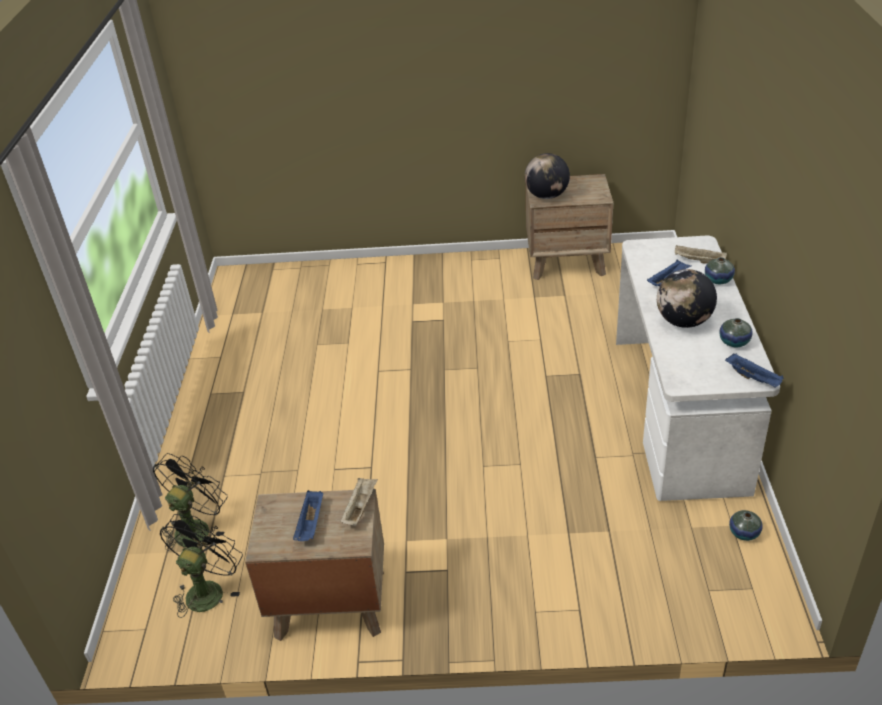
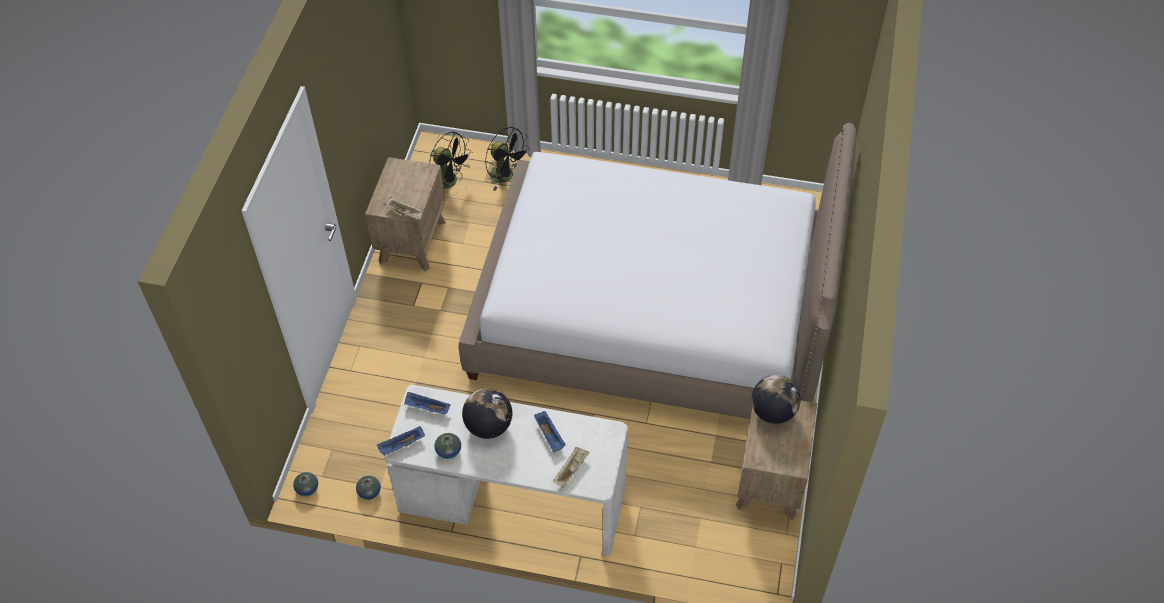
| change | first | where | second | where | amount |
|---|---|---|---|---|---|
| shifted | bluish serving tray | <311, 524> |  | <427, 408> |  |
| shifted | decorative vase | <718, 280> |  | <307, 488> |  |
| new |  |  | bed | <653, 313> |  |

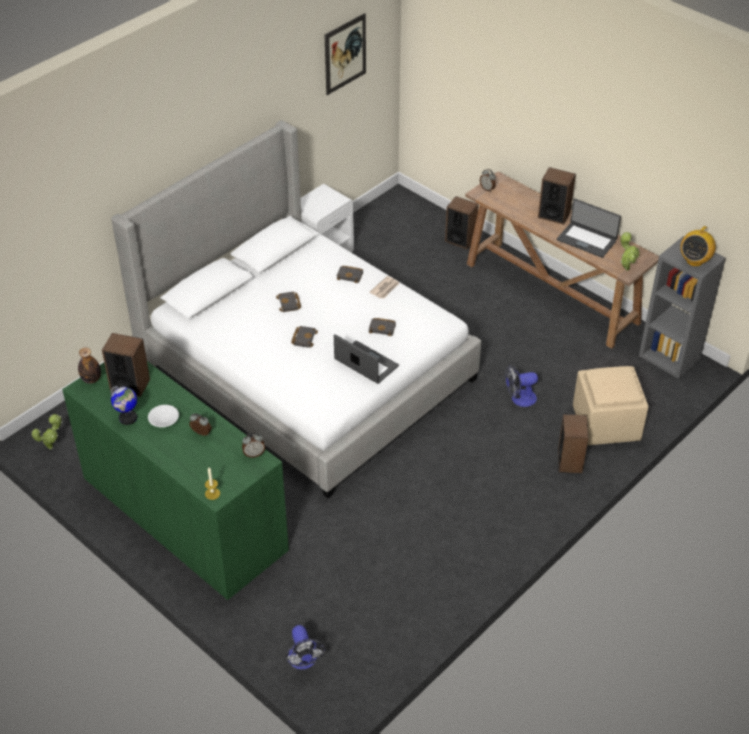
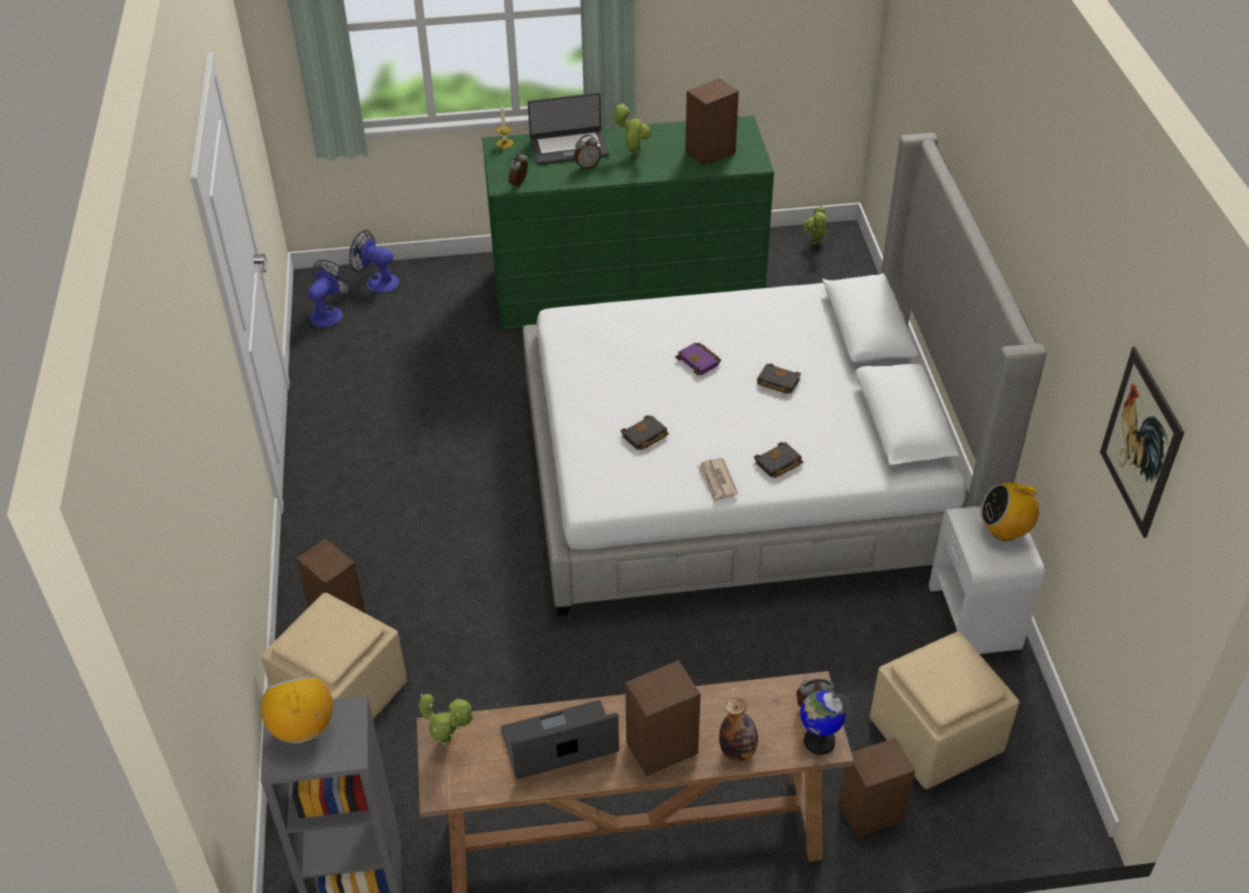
| change | first | where | second | where | amount |
|---|---|---|---|---|---|
| shifted | bottle | <91, 379> |  | <738, 752> |  |
| shifted | globe | <128, 418> |  | <818, 741> |  |
| swapped | white-coloured bowl | <164, 420> | houseplant | <633, 153> |  |
| repainted | black volume | <303, 338> | purplish volume | <700, 361> |  |
| shifted | portable computer | <365, 363> |  | <569, 147> |  |
| shifted | fan | <519, 399> |  | <329, 313> |  |
| new |  |  | beige-coloured ottoman | <934, 735> |  |
| new |  |  | radio | <1005, 531> |  |

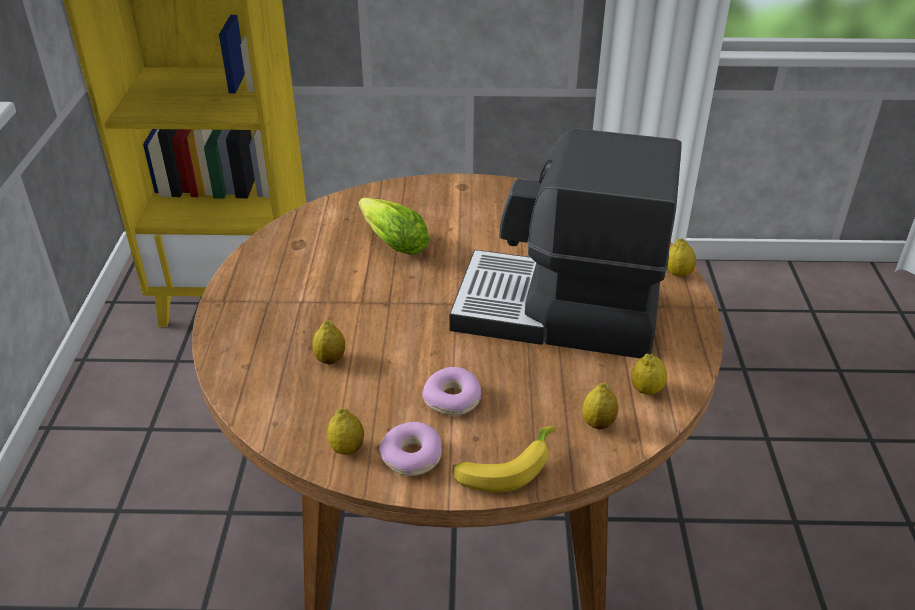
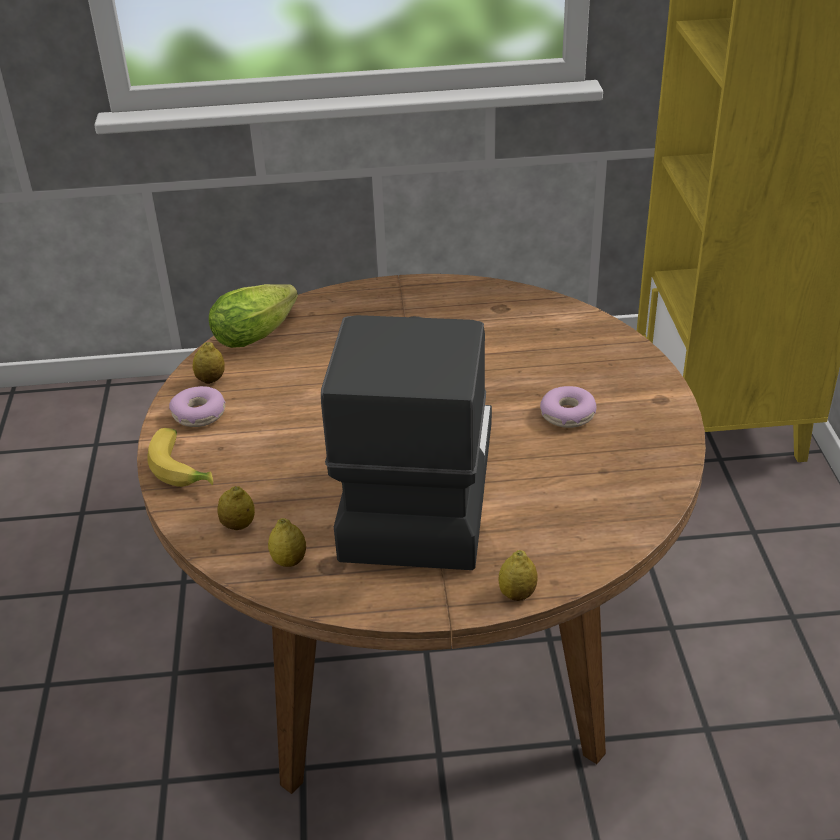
| change | first | where | second | where | amount |
|---|---|---|---|---|---|
| gone | lemon | <330, 359> |  |  |  |
| shifted | head of lettuce | <391, 241> |  | <259, 331> |  |
| shifted | ring doughnut | <453, 399> |  | <567, 415> |  |

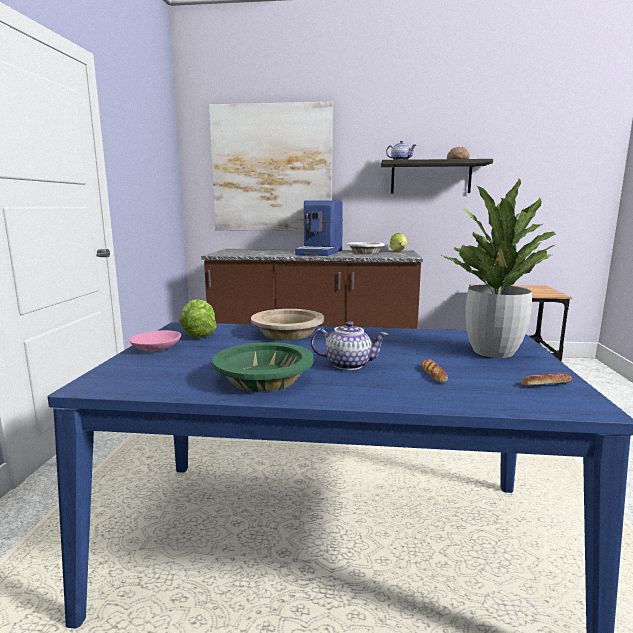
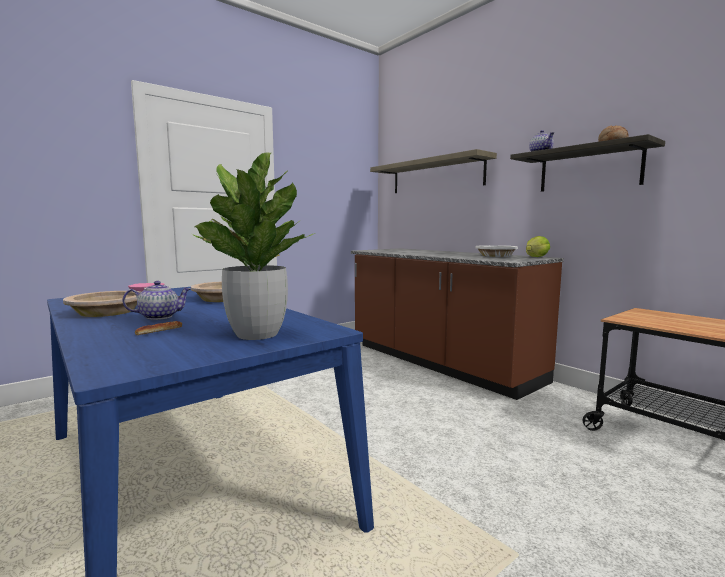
| change | first | where | second | where | amount |
|---|---|---|---|---|---|
| gone | head of lettuce | <198, 334> |  |  |  |
| swapped | picture | <272, 169> | bracket shelf | <436, 176> |  |
| repainted | greenish bowl | <264, 378> | beige-coloured bowl | <107, 312> |  |
| gone | coffee maker | <320, 252> |  |  |  |
| rotated | pot for tea | <348, 364> |  | <160, 317> | 75 degrees counterclockwise |
| gone | baked bread | <546, 384> |  |  |  |

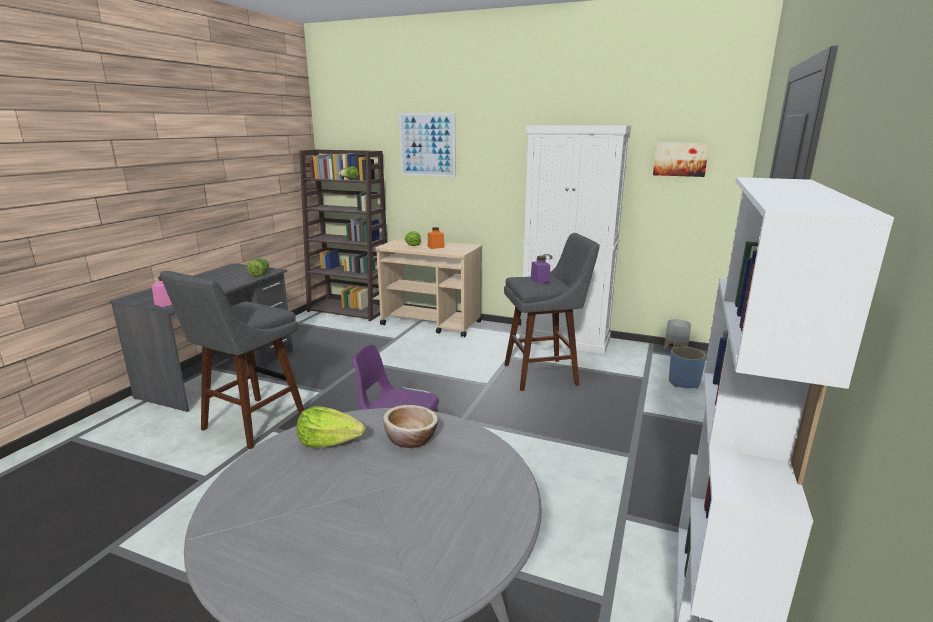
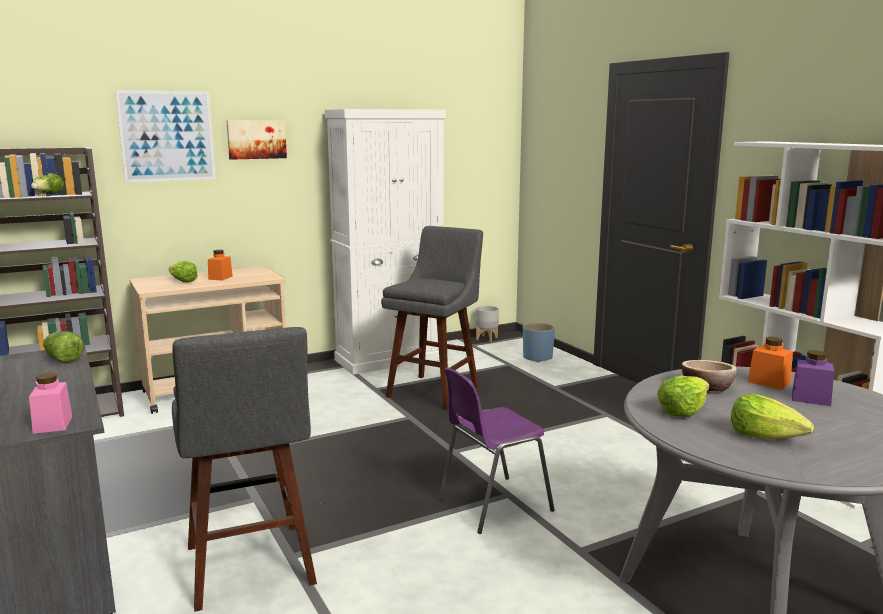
| change | first | where | second | where | amount |
|---|---|---|---|---|---|
| shifted | purplish jar | <540, 280> |  | <810, 398> |  |
| shifted | picture | <680, 159> |  | <256, 139> |  |
| new |  |  | head of lettuce | <765, 437> |  |
| new |  |  | orangey jar | <769, 382> |  |

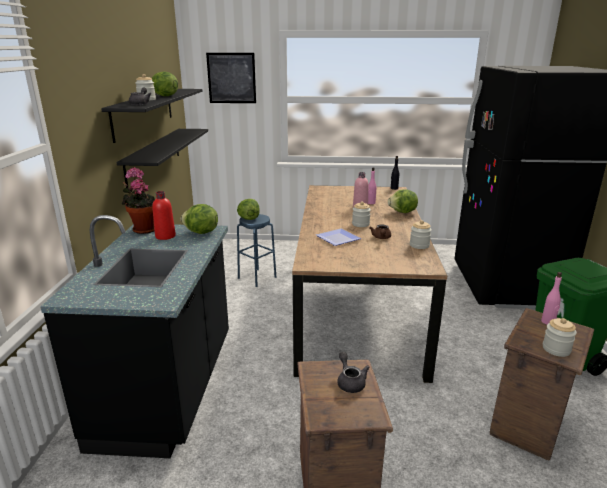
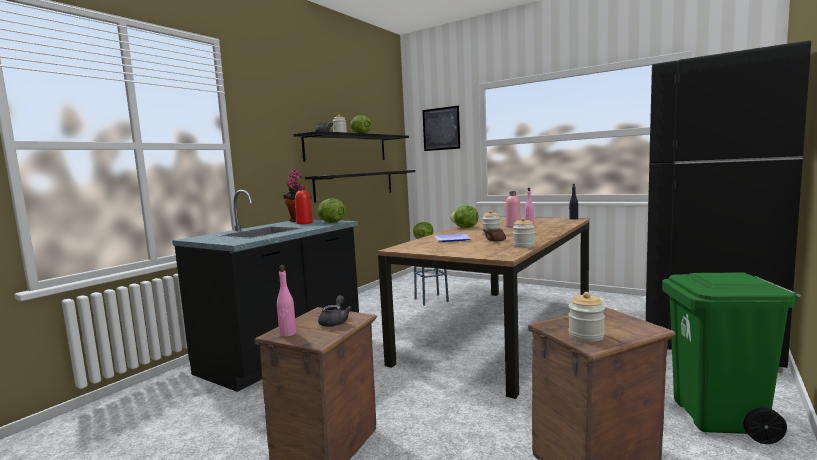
| change | first | where | second | where | amount |
|---|---|---|---|---|---|
| shifted | head of lettuce | <403, 212> |  | <465, 227> |  |
| shifted | pink-coloured bottle | <548, 322> |  | <287, 334> |  |

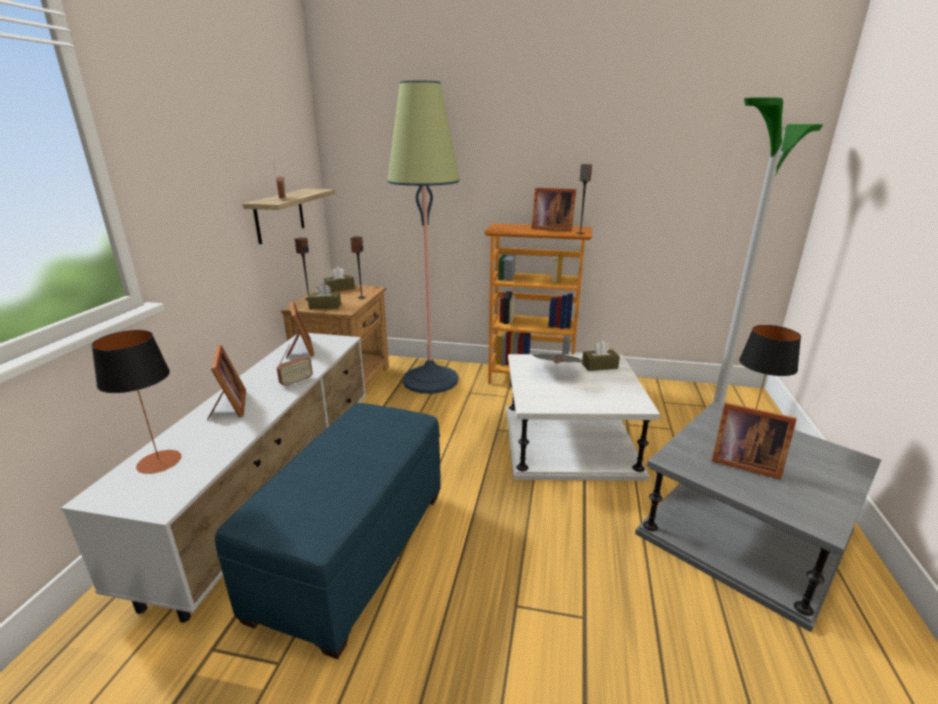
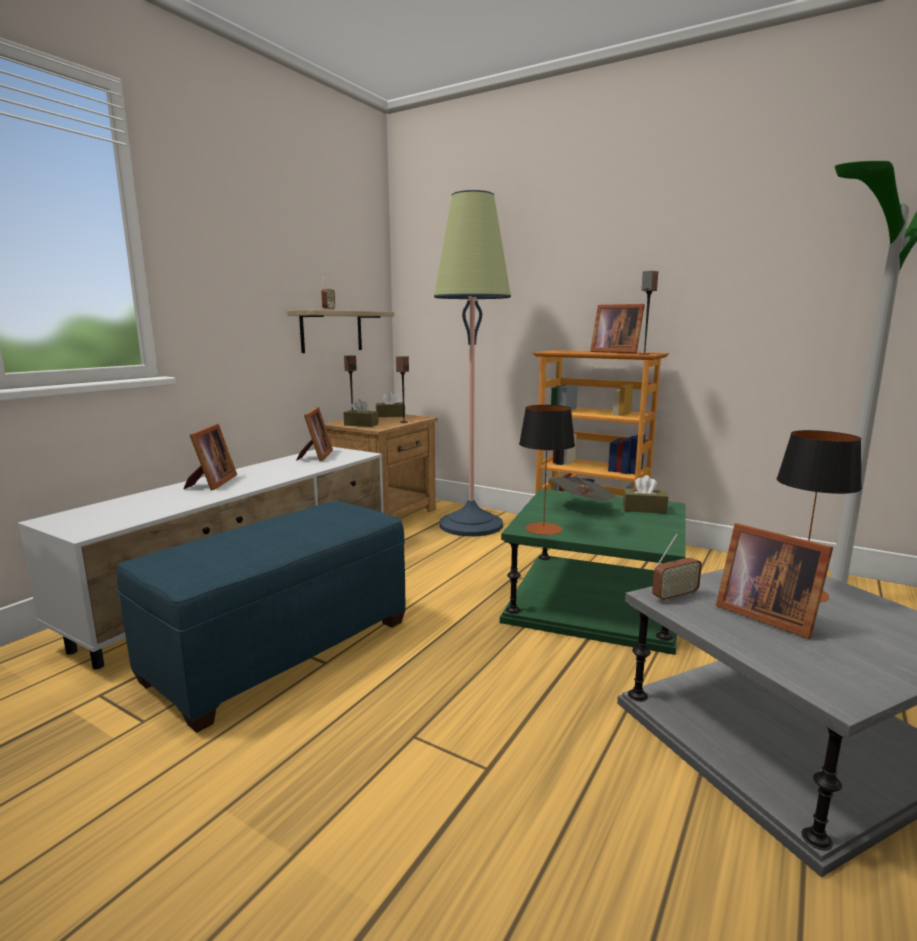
| change | first | where | second | where | amount |
|---|---|---|---|---|---|
| shifted | lamp for a table | <159, 461> |  | <543, 529> |  |
| shifted | radio | <296, 382> |  | <674, 596> |  |
| repainted | white-coloured side table | <569, 442> | greenish side table | <594, 600> |  |

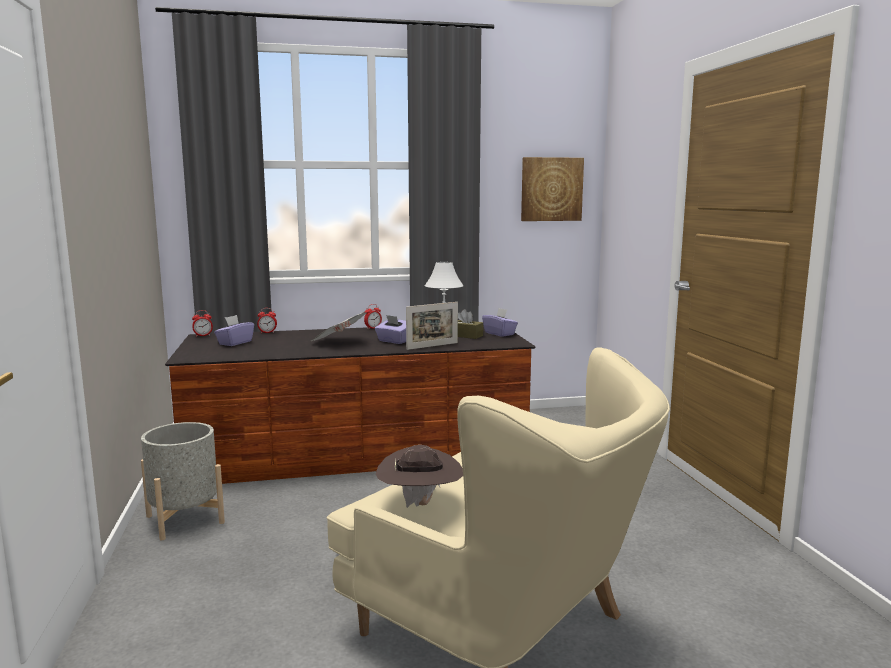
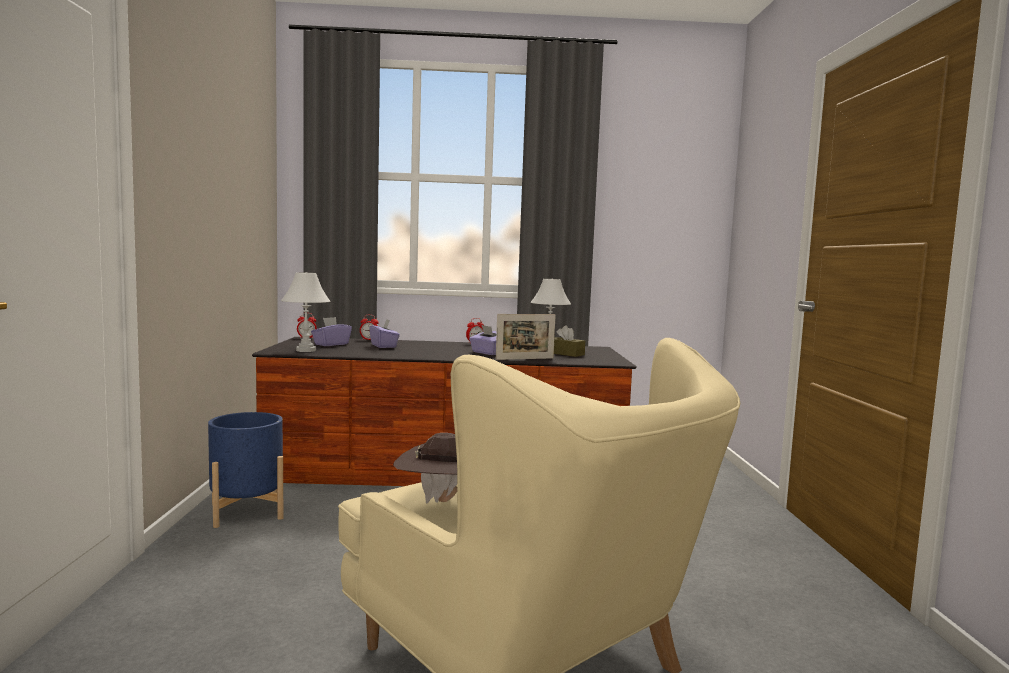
| change | first | where | second | where | amount |
|---|---|---|---|---|---|
| repainted | greyish plant pot | <185, 519> | bluish plant pot | <247, 511> |  |
| gone | newspaper | <338, 342> |  |  |  |
| shifted | purplish box of tissues | <499, 334> |  | <384, 346> |  |
| gone | picture | <551, 189> |  |  |  |
| new |  |  | white-coloured lamp for a table | <306, 350> |  |

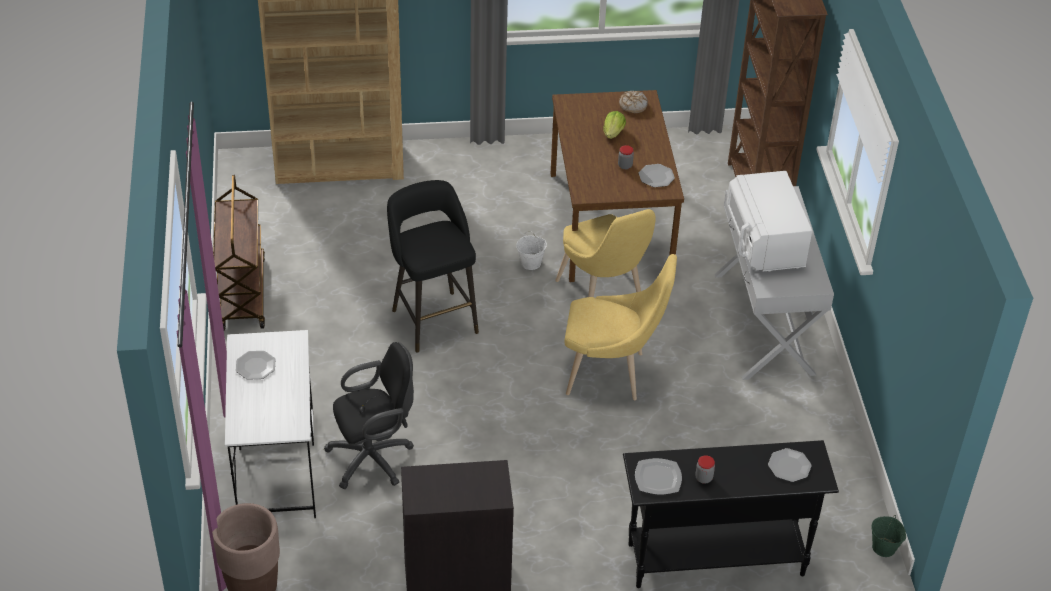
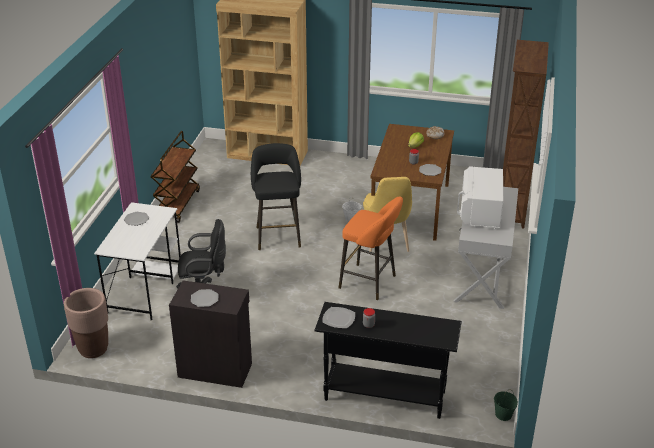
| change | first | where | second | where | amount |
|---|---|---|---|---|---|
| swapped | yellowish plain chair | <611, 374> | orangey sitting stool | <370, 283> |  |
| shifted | dinner plate | <789, 466> |  | <204, 299> |  |

